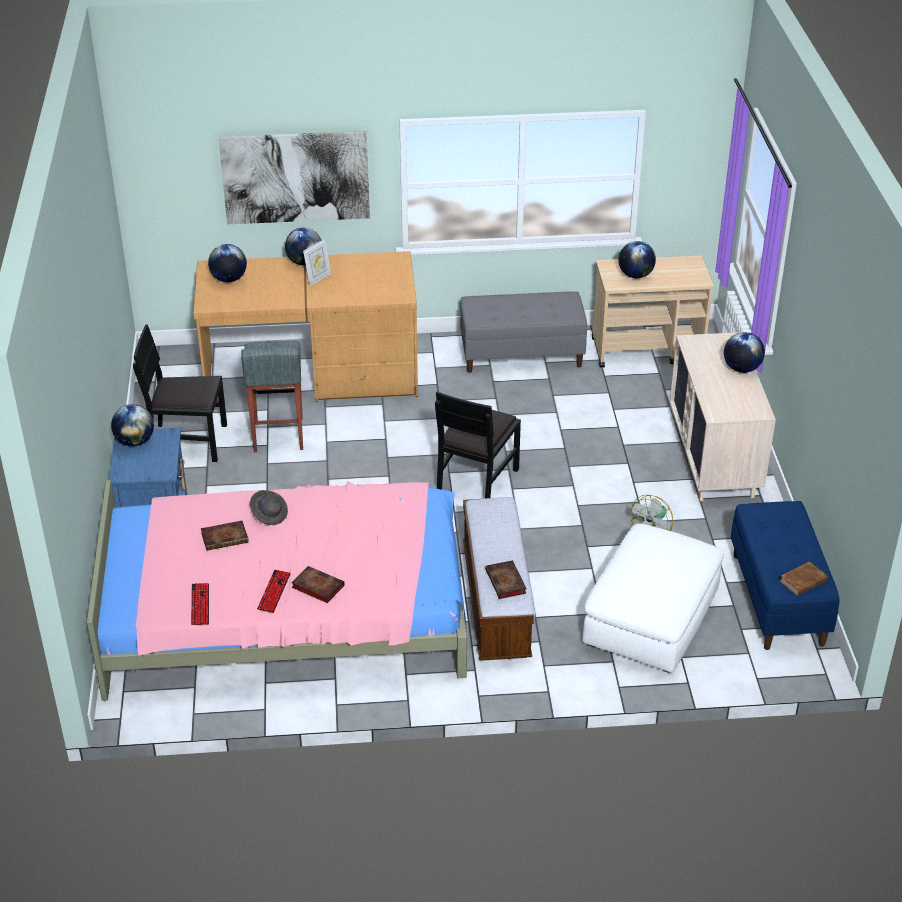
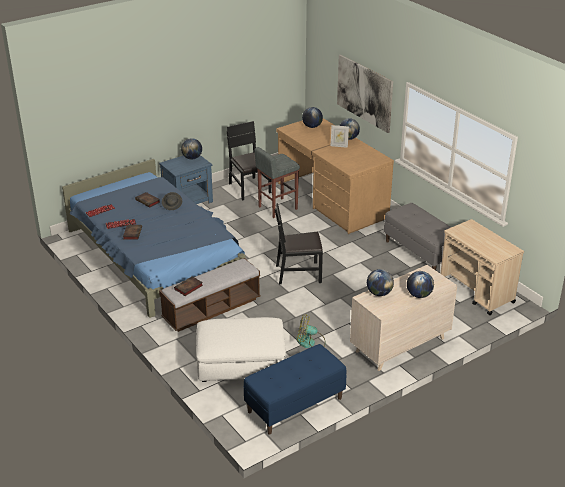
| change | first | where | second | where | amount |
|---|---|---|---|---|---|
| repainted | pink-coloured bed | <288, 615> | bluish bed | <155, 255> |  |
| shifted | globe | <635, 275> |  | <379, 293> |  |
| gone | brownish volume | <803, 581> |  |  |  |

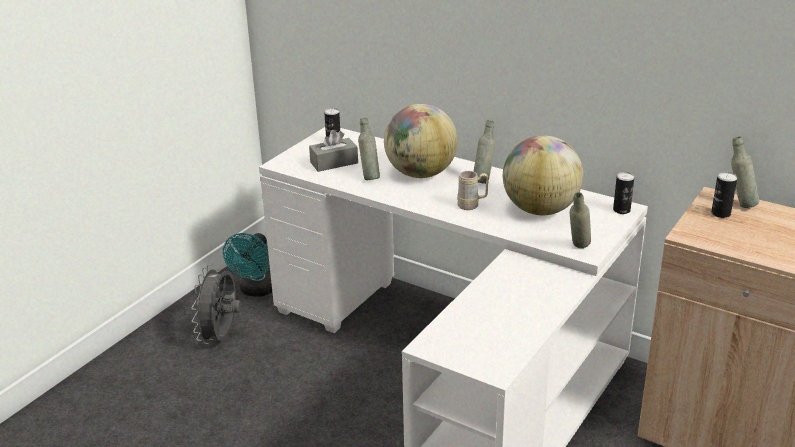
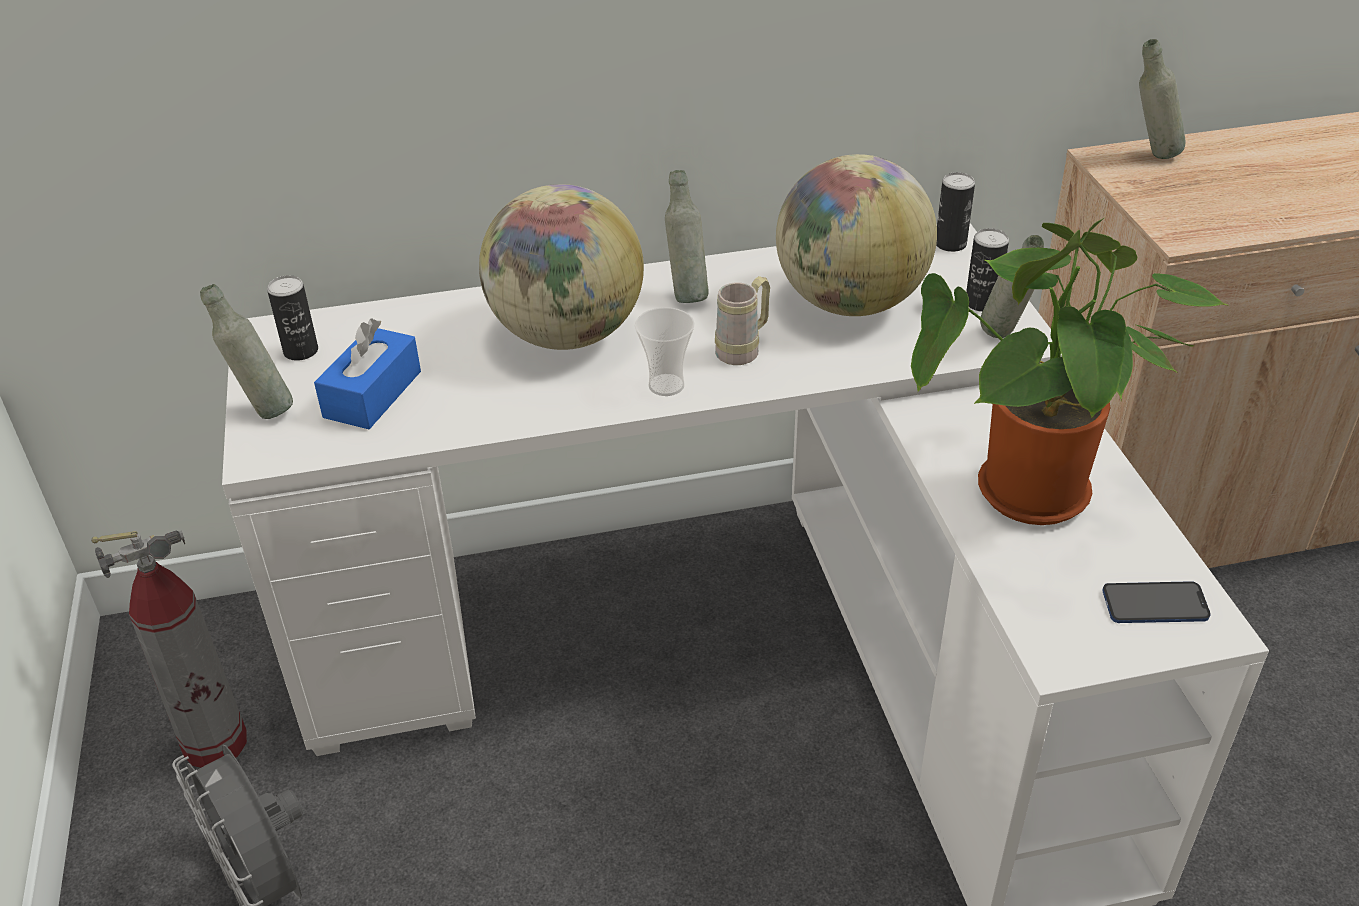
| change | first | where | second | where | amount |
|---|---|---|---|---|---|
| swapped | turquoise-coloured fan | <256, 291> | fire-fighting cylinder | <216, 743> |  |
| repainted | greyish box of tissues | <334, 163> | bluish box of tissues | <372, 394> |  |
| shifted | greyish bottle | <369, 177> |  | <263, 410> |  |
| shifted | metal can | <720, 213> |  | <981, 303> |  |
| new |  |  | cup | <666, 385> |  |
| new |  |  | houseplant | <1033, 502> |  |
| new |  |  | phone | <1154, 605> |  |

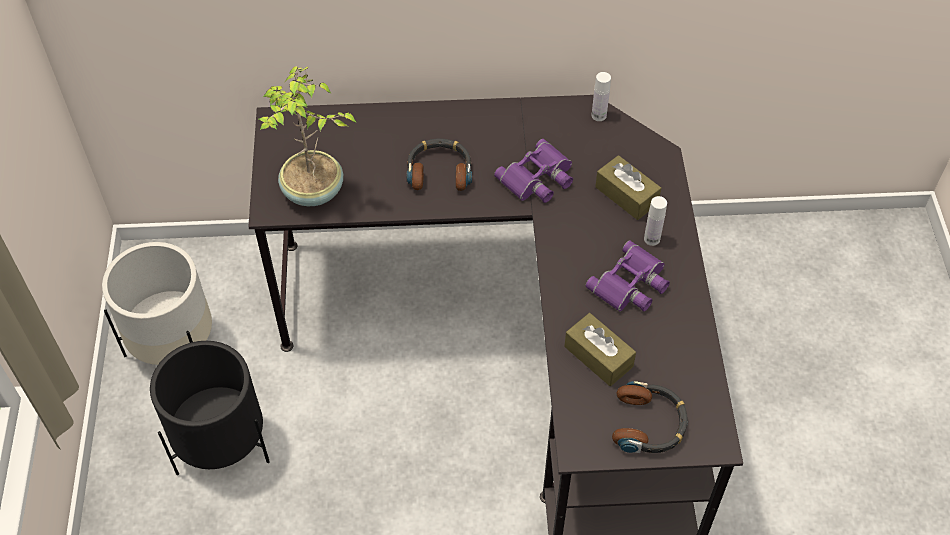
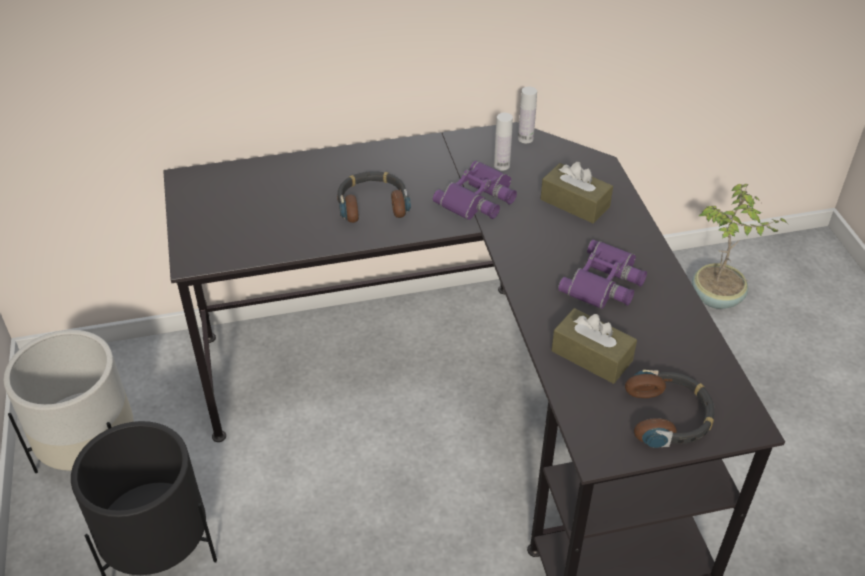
| change | first | where | second | where | amount |
|---|---|---|---|---|---|
| shifted | houseplant | <313, 192> |  | <717, 299> |  |
| shifted | white-coloured bottle | <652, 239> |  | <501, 165> |  |

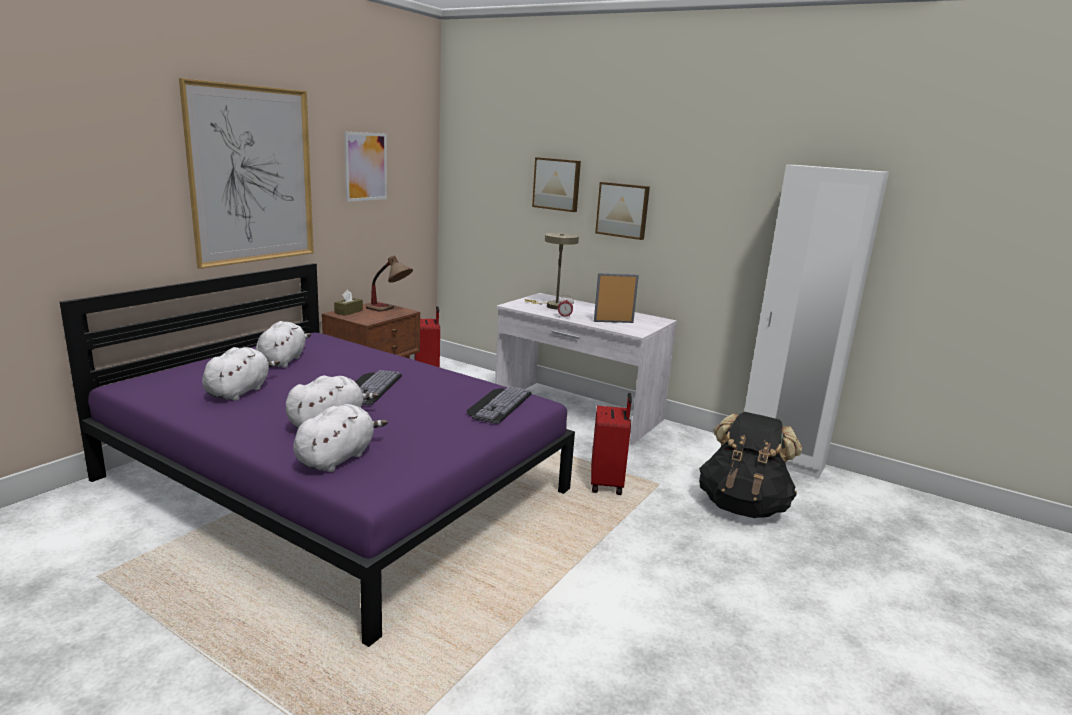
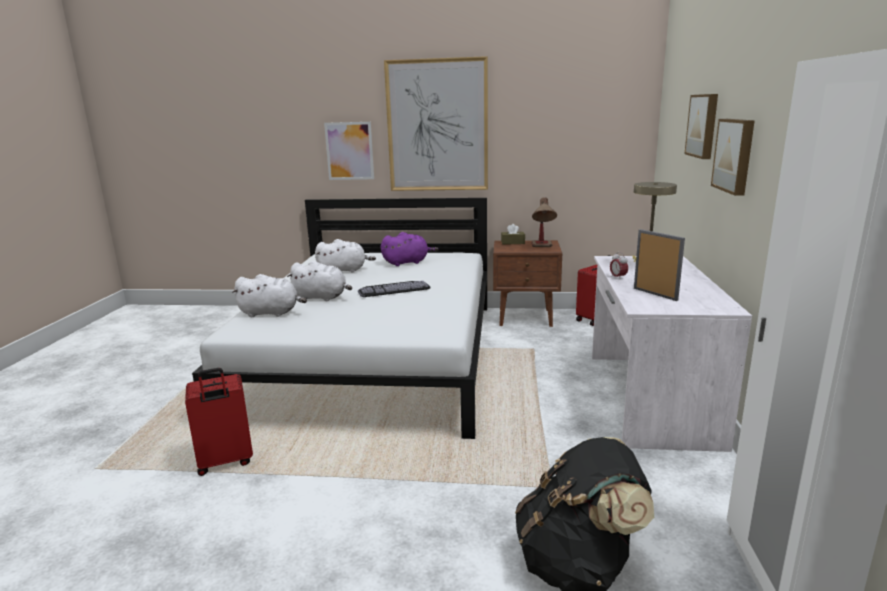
| change | first | where | second | where | amount |
|---|---|---|---|---|---|
| repainted | purplish bed | <336, 484> | white-coloured bed | <377, 356> |  |
| repainted | white-coloured soft toy | <282, 361> | purplish soft toy | <407, 262> |  |
| shifted | picture | <366, 166> |  | <349, 151> |  |
| gone | computer keyboard | <497, 404> |  |  |  |
| shifted | red travel case | <607, 483> |  | <225, 462> |  |

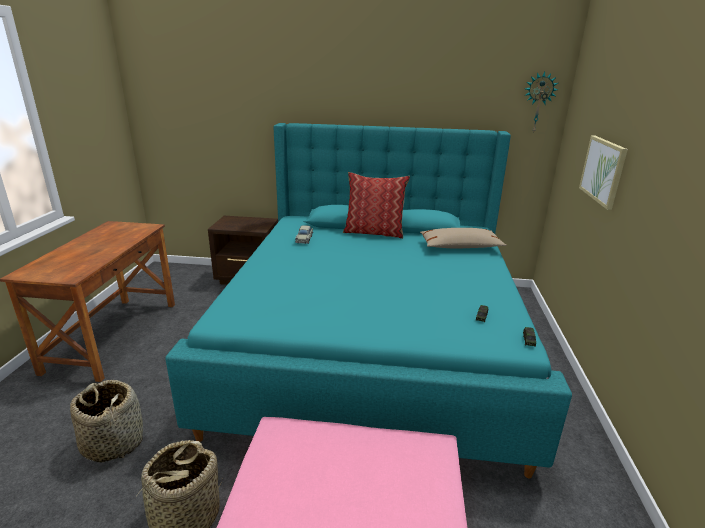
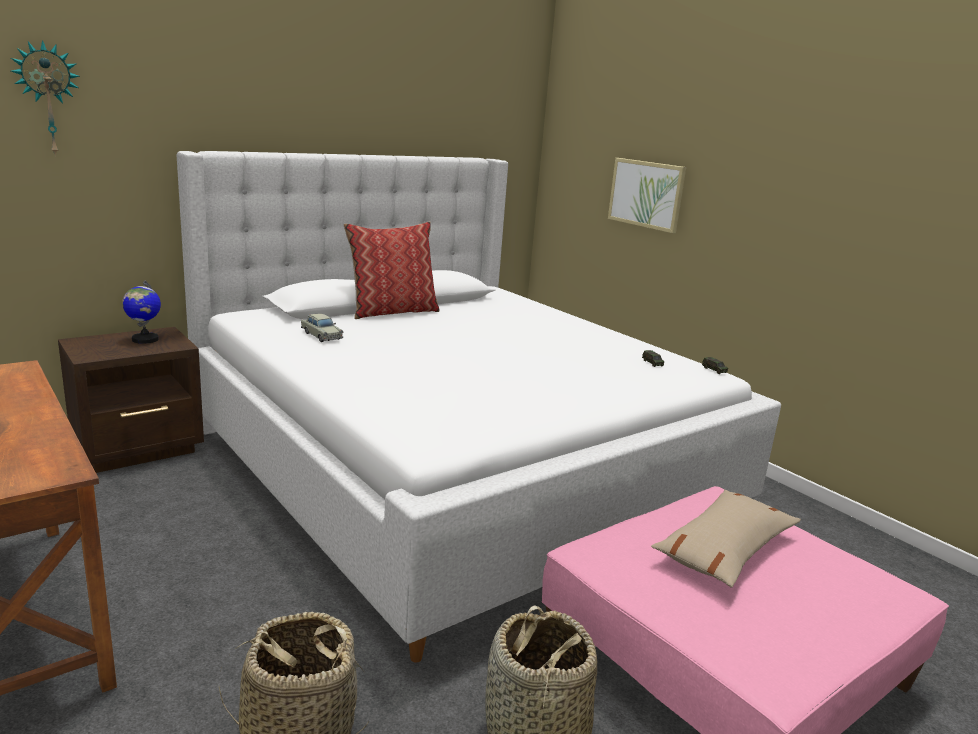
| change | first | where | second | where | amount |
|---|---|---|---|---|---|
| repainted | turquoise-coloured bed | <374, 344> | white-coloured bed | <455, 467> |  |
| shifted | beige-coloured pillow | <460, 246> |  | <724, 550> |  |
| shifted | clock on the wall | <538, 103> |  | <48, 99> |  |
| new |  |  | globe | <144, 339> |  |

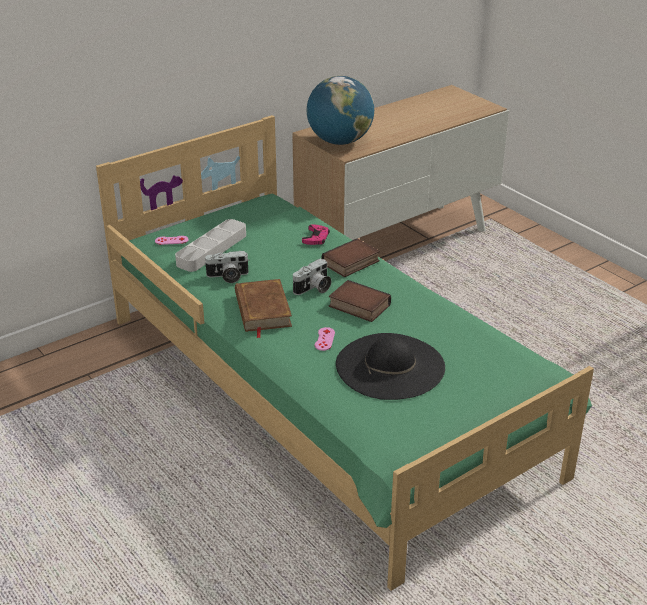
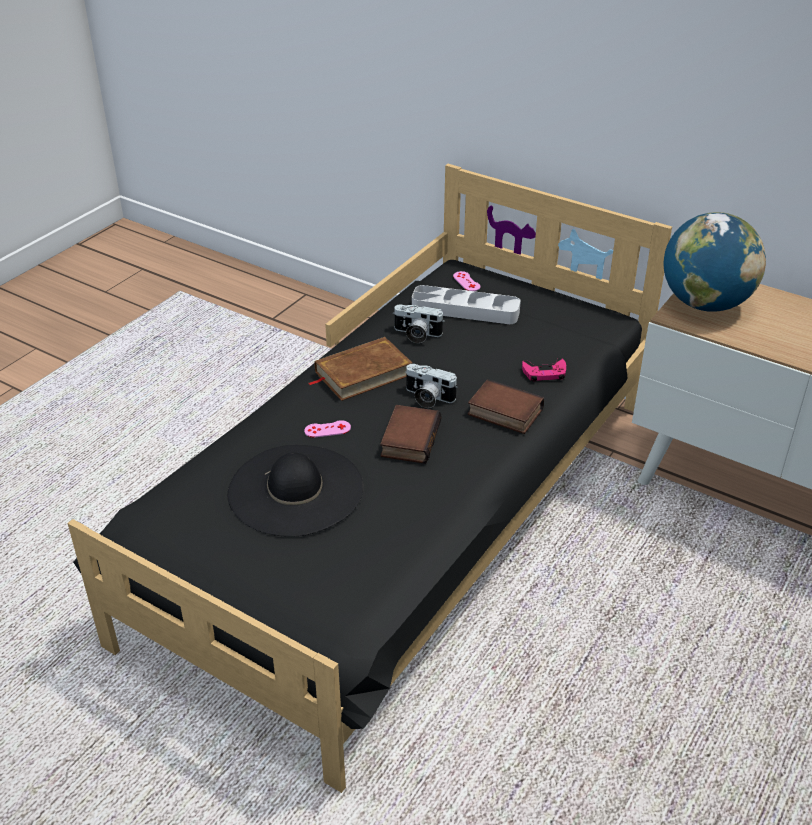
| change | first | where | second | where | amount |
|---|---|---|---|---|---|
| repainted | greenish bed | <325, 393> | black bed | <405, 517> |  |
| rotated | photo camera | <228, 277> |  | <416, 335> | 45 degrees counterclockwise |

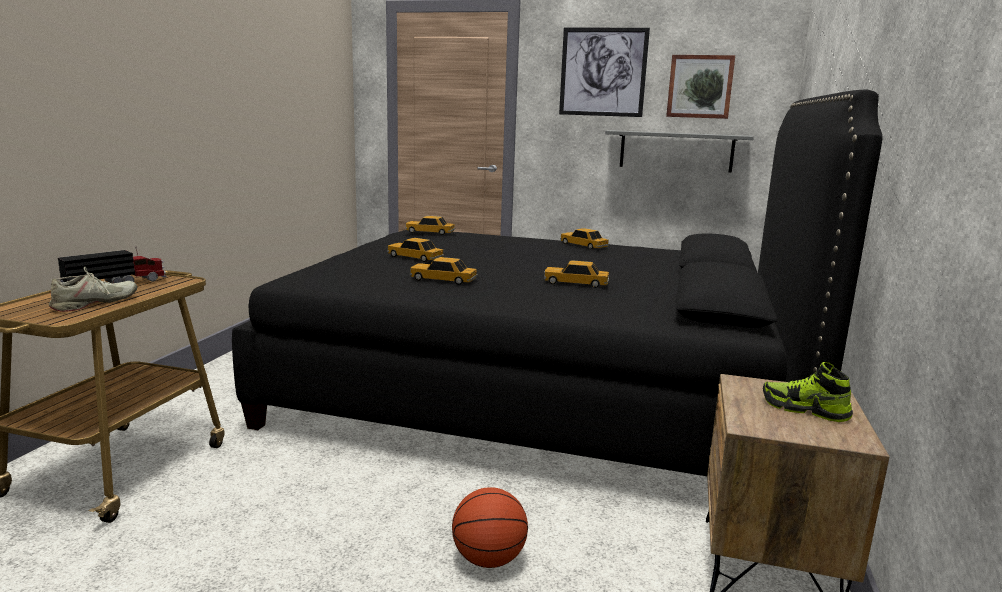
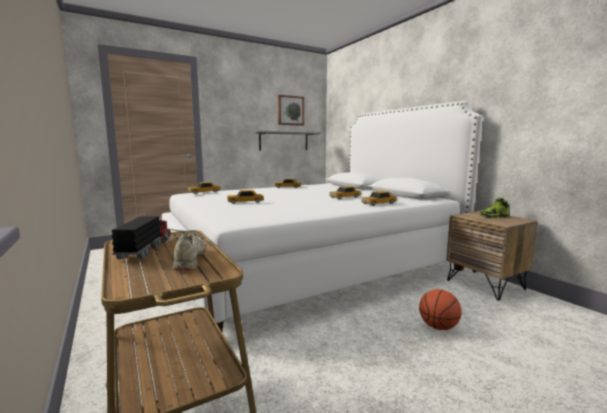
| change | first | where | second | where | amount |
|---|---|---|---|---|---|
| repainted | black bed | <541, 394> | white-coloured bed | <310, 264> |  |
| shifted | model car | <443, 280> |  | <379, 203> |  |
| gone | picture | <603, 72> |  |  |  |

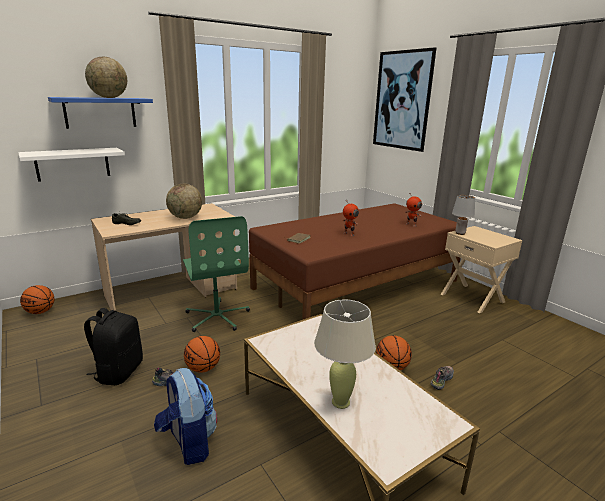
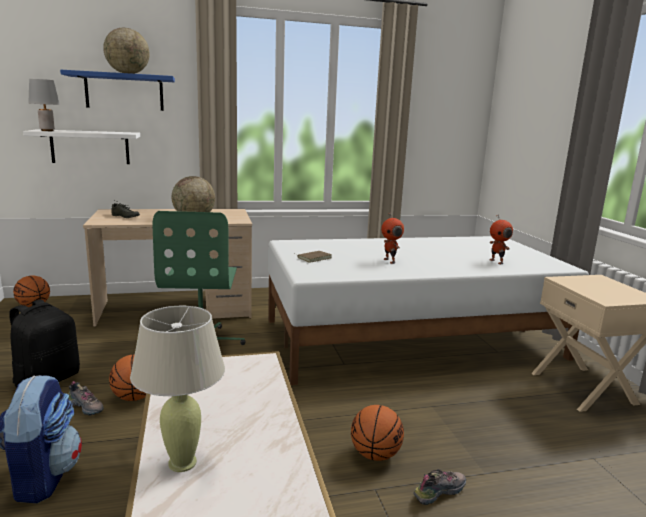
| change | first | where | second | where | amount |
|---|---|---|---|---|---|
| repainted | brownish bed | <357, 284> | white-coloured bed | <412, 339> |  |
| gone | picture | <402, 100> |  |  |  |
| shifted | greyish lamp for a table | <460, 233> |  | <47, 130> |  |

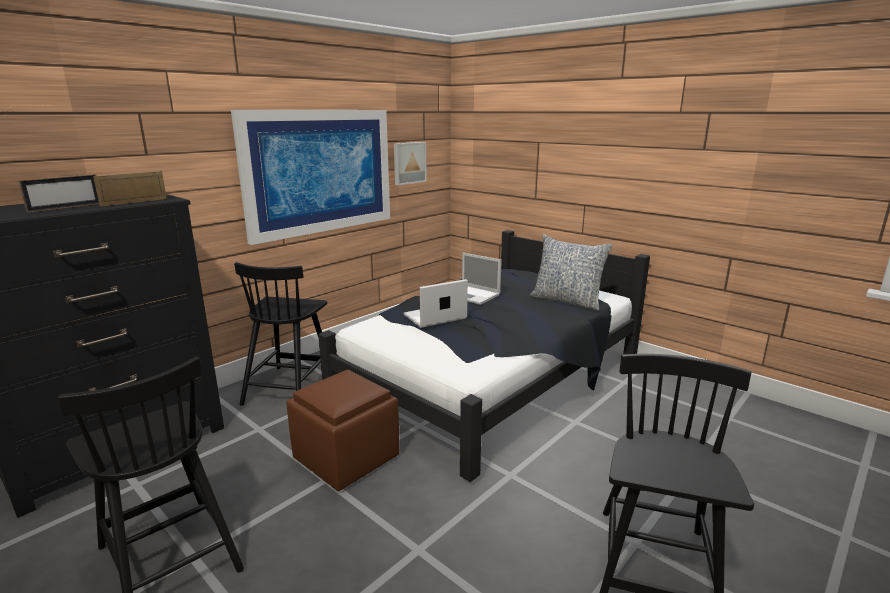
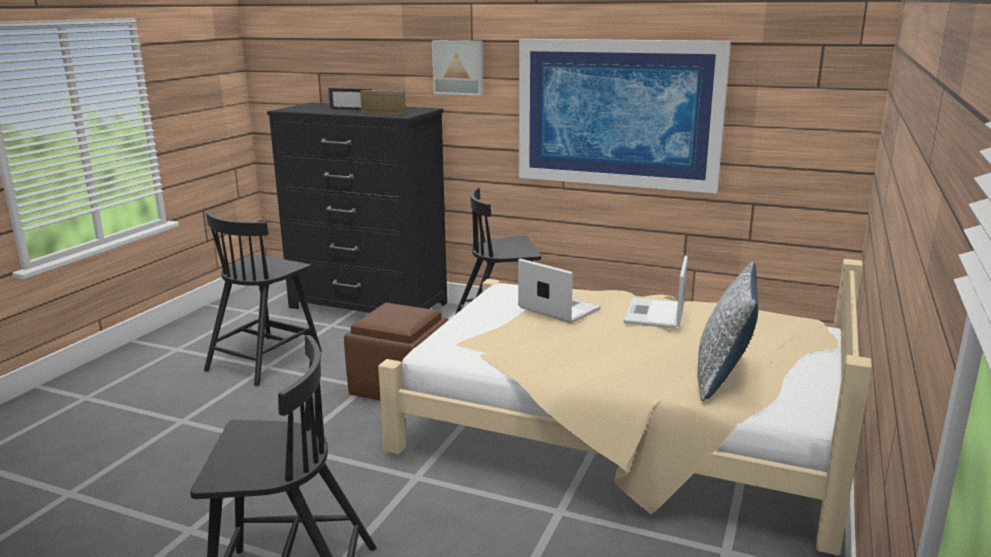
| change | first | where | second | where | amount |
|---|---|---|---|---|---|
| repainted | black bed | <490, 378> | beige-coloured bed | <621, 432> |  |
| shifted | picture | <409, 163> |  | <458, 67> |  |

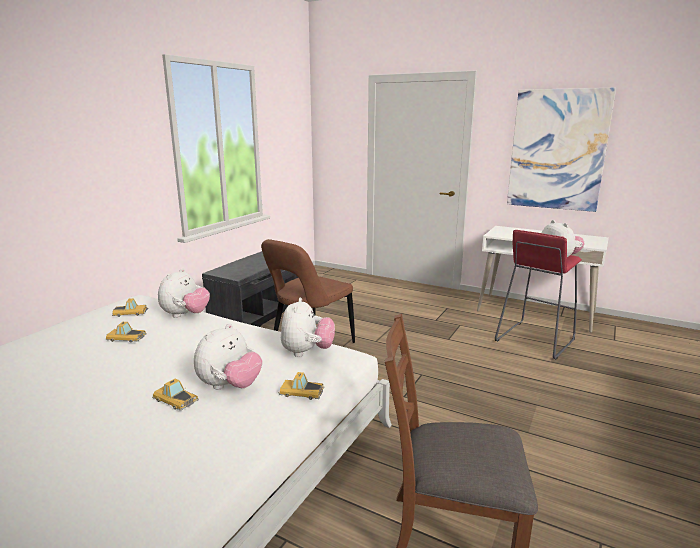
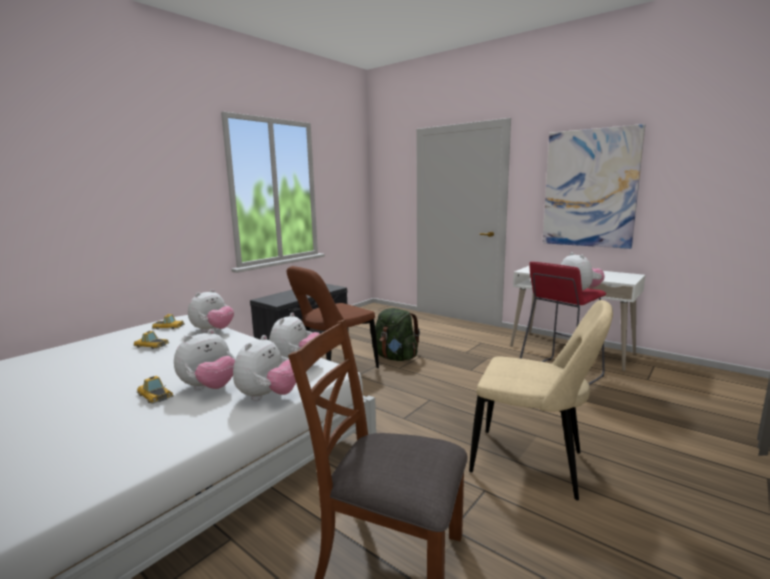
| change | first | where | second | where | amount |
|---|---|---|---|---|---|
| swapped | model car | <301, 392> | soft toy | <268, 396> |  |
| new |  |  | greenish knapsack | <395, 357> |  |
| new |  |  | beige-coloured plain chair | <533, 464> |  |

